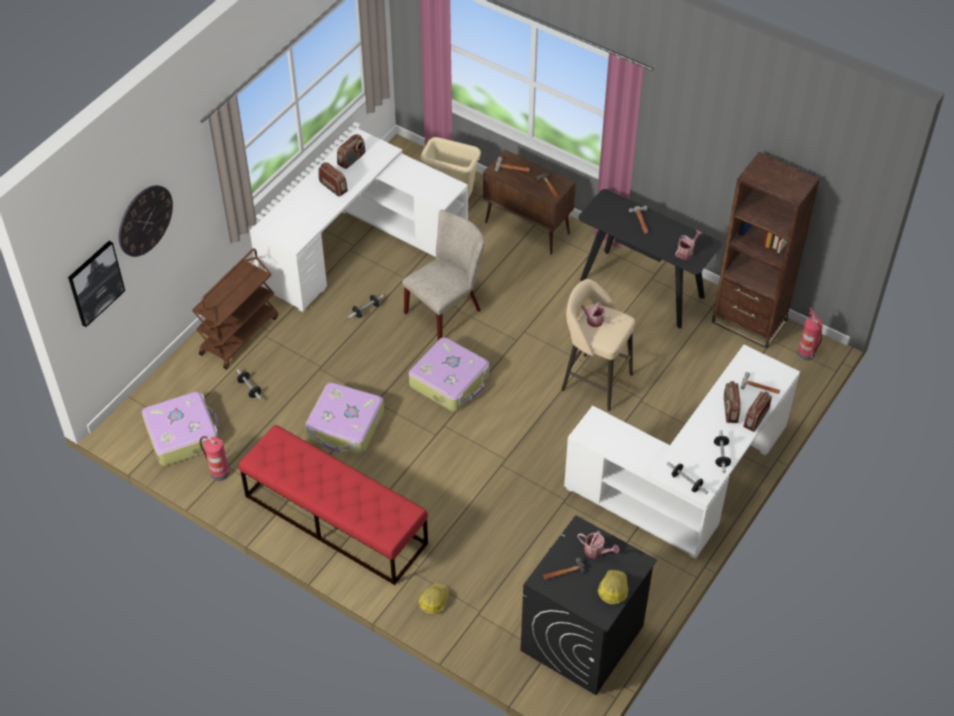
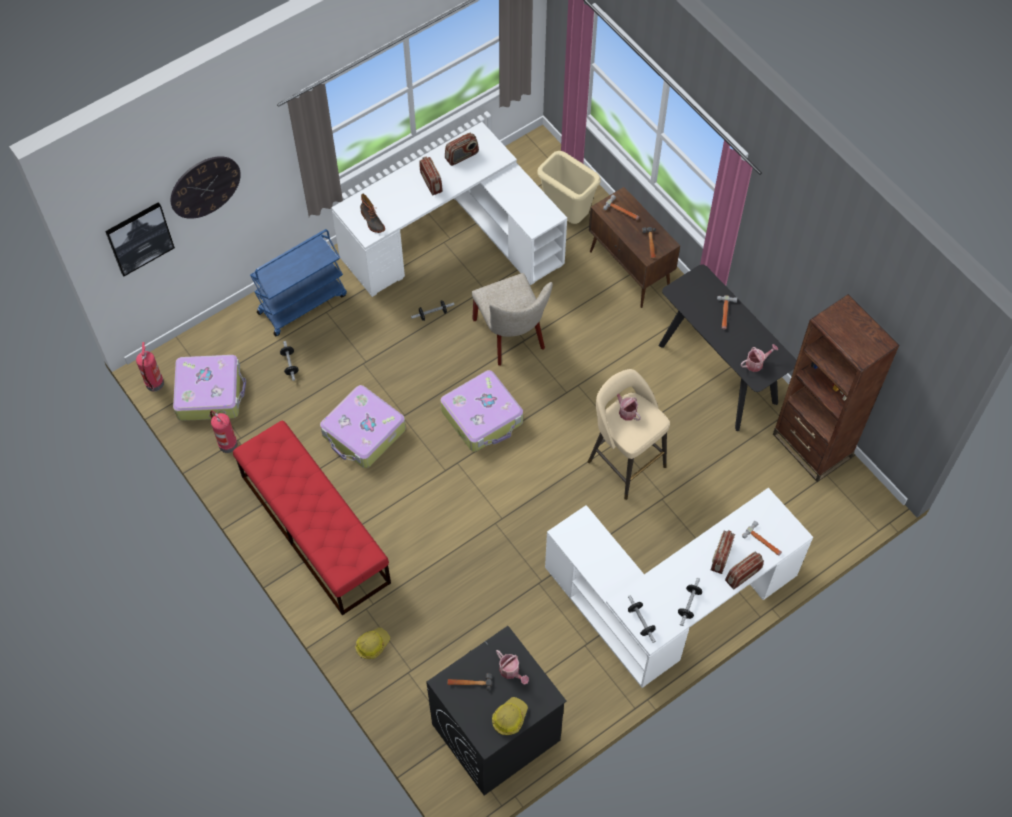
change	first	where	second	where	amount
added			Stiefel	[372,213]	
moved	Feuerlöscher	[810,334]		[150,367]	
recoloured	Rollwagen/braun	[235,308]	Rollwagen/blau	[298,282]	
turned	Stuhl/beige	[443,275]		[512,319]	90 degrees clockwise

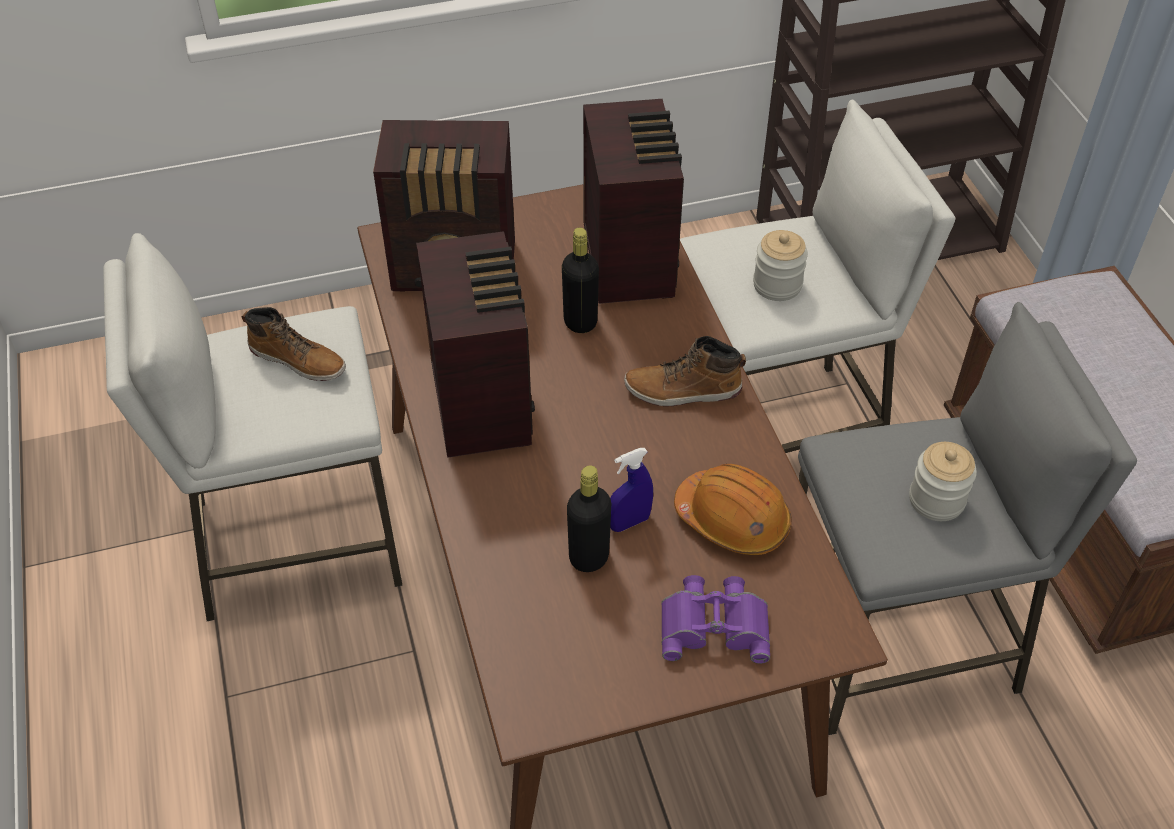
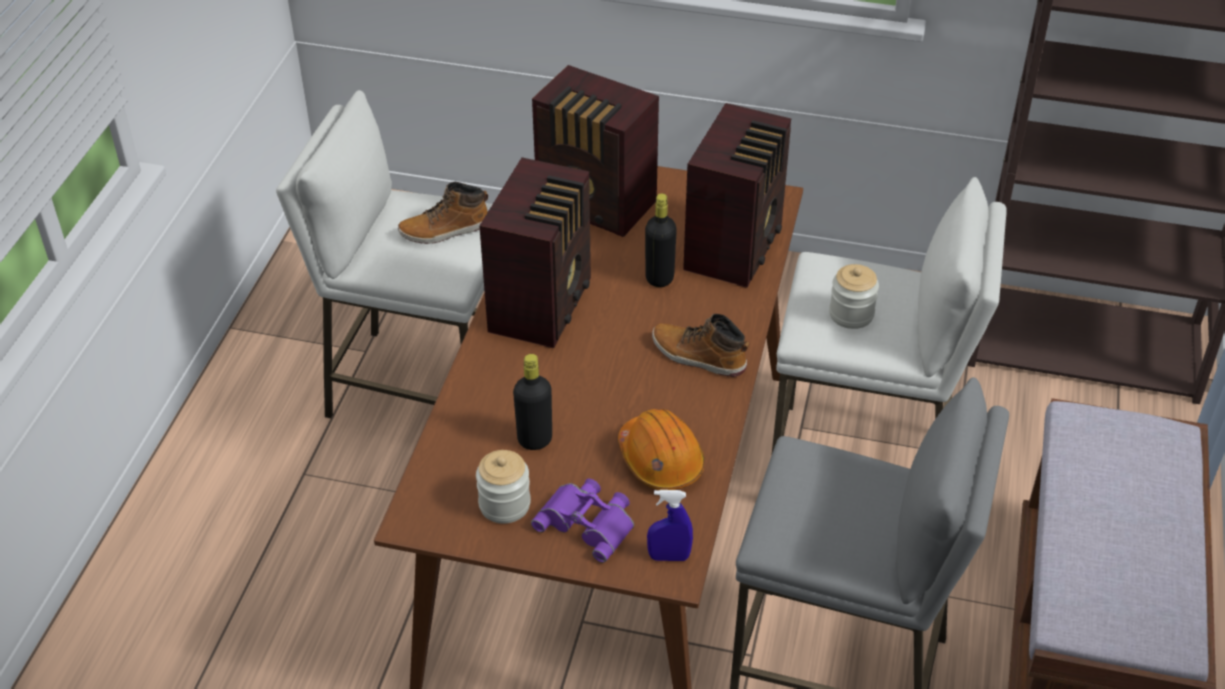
change	first	where	second	where	amount
moved	Sprühflasche/blau	[631,490]		[670,525]	
moved	Vorratsglas	[943,481]		[503,487]	
turned	Stiefel	[294,344]		[443,213]	105 degrees clockwise

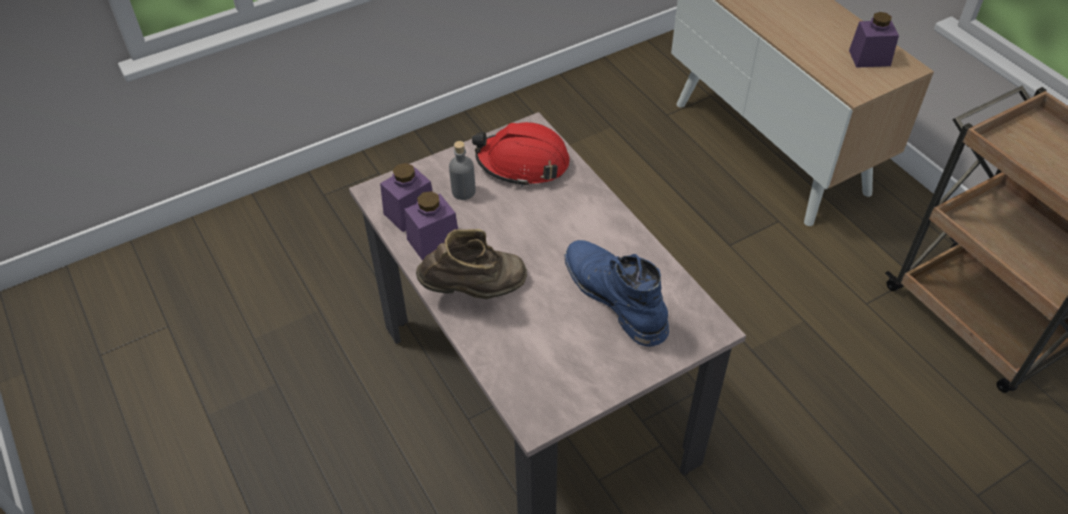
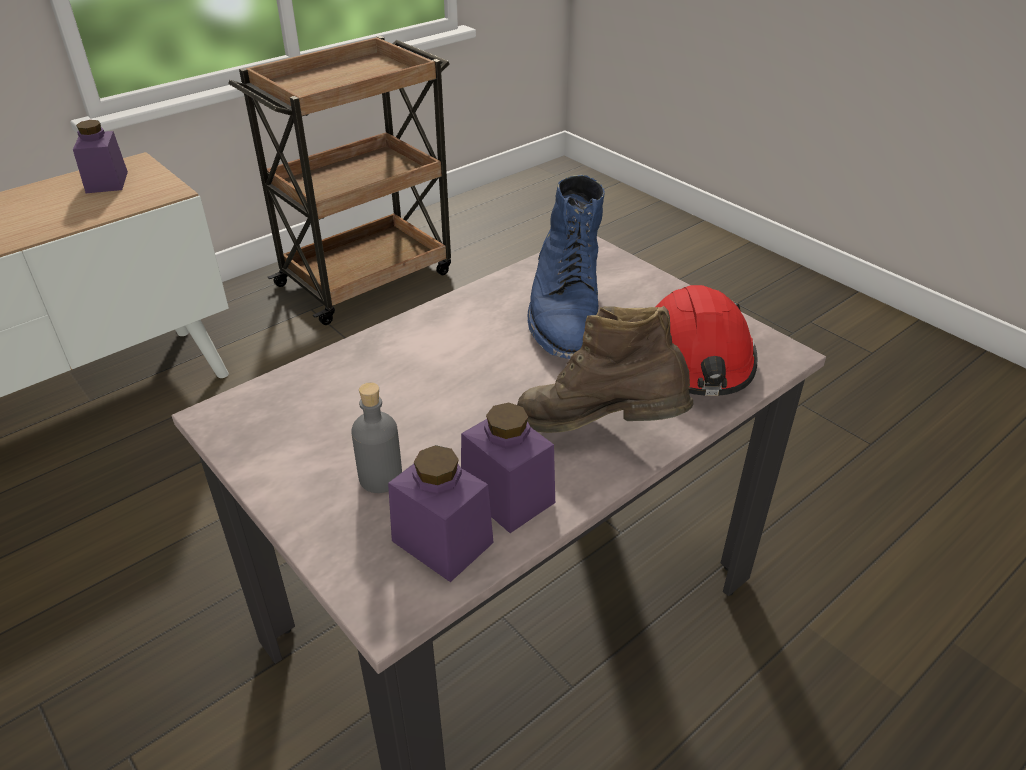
change	first	where	second	where	amount
moved	Schutzhelm/rot	[521,154]		[706,340]	
turned	Stiefel/braun	[471,264]		[605,369]	45 degrees counterclockwise
turned	Stiefel/blau	[617,293]		[566,267]	45 degrees counterclockwise

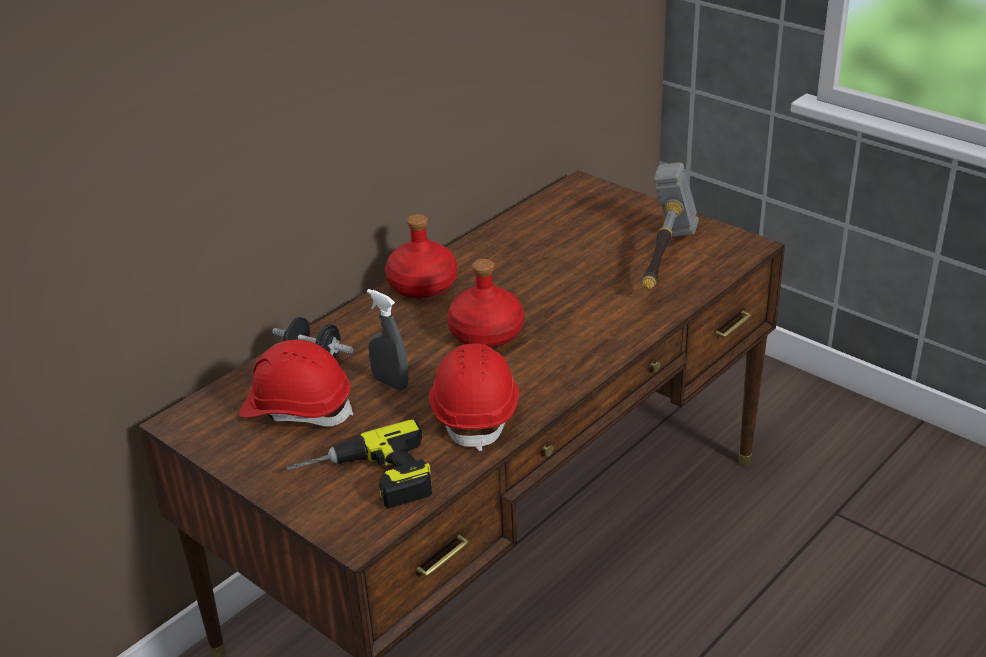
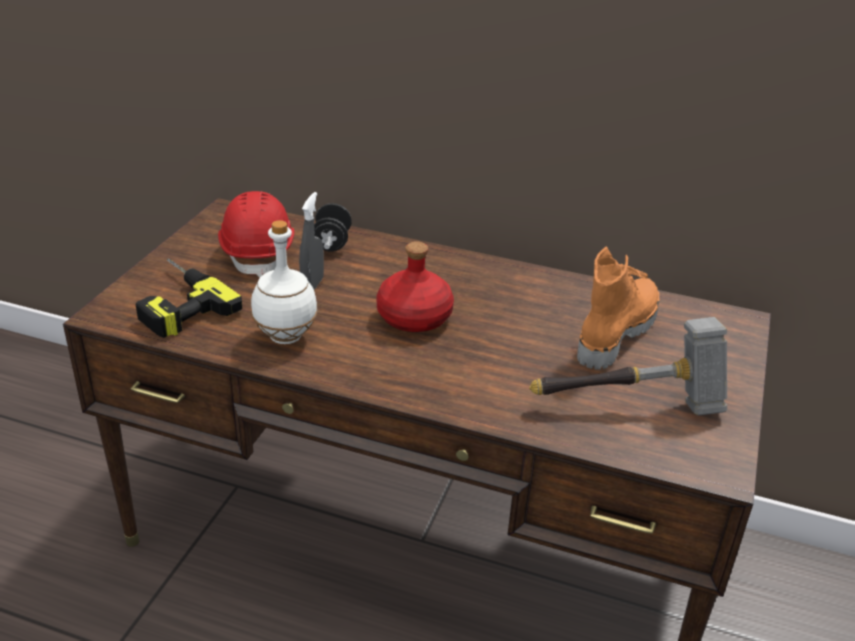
change	first	where	second	where	amount
removed	Flasche/rot	[421,256]			
added			Stiefel/orange	[618,308]	
replaced	Schutzhelm/rot	[474,397]	Flasche/weiß	[284,282]	

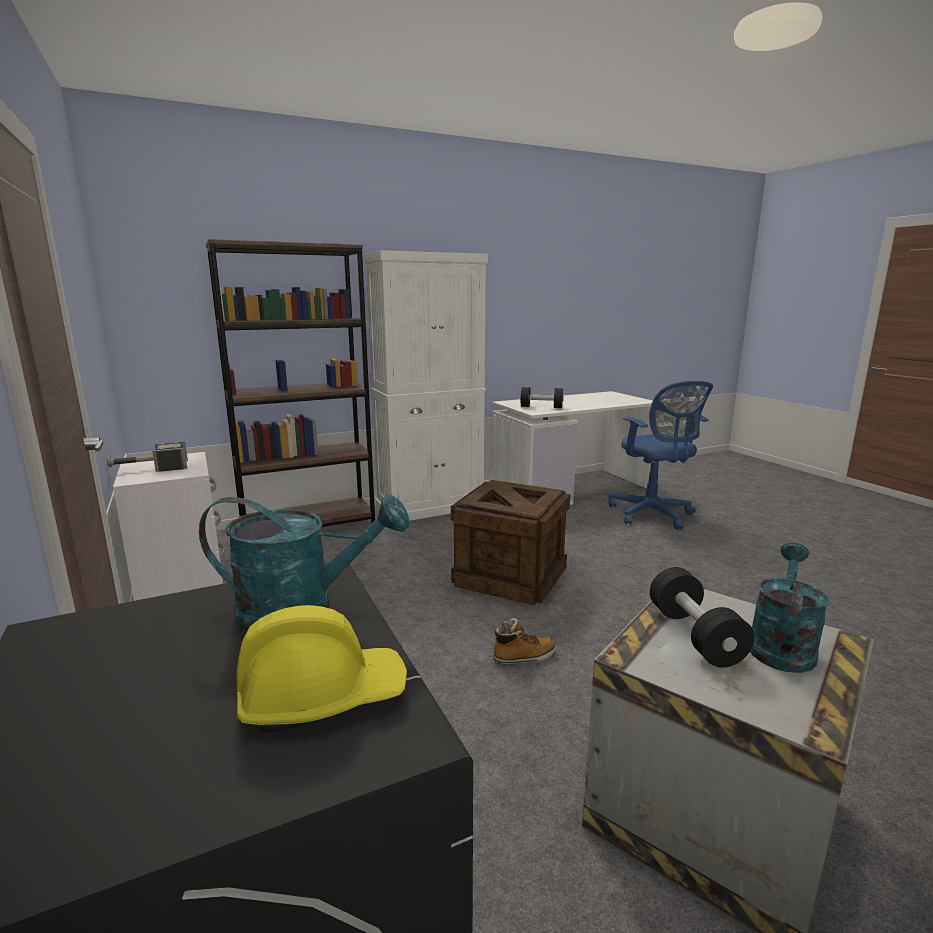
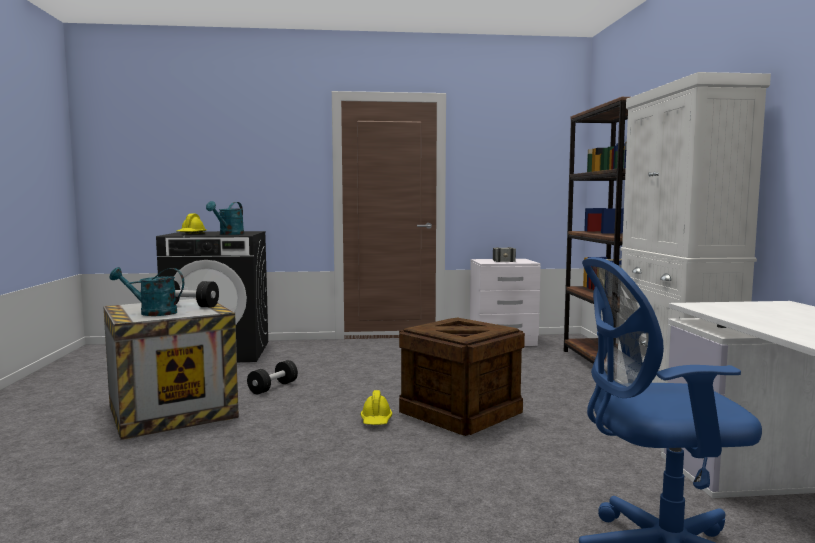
change	first	where	second	where	amount
removed	Stiefel	[524,641]			
added			Schutzhelm/gelb	[376,407]	
moved	Hantel/schwarz	[542,397]		[272,377]	
turned	Gießkanne/türkis	[789,608]		[146,291]	135 degrees clockwise

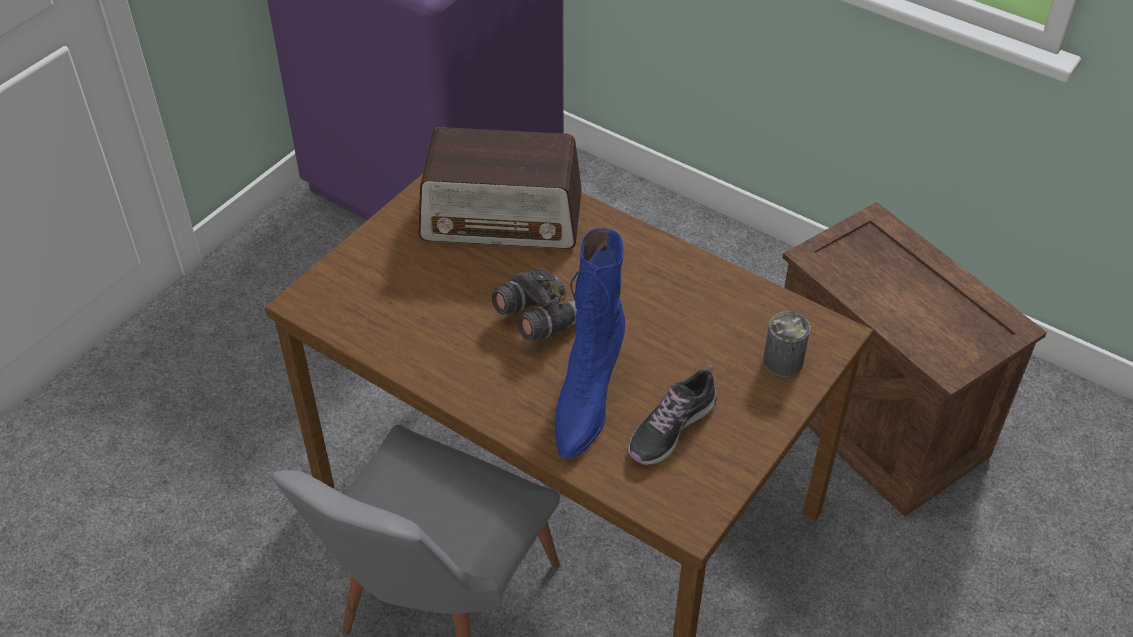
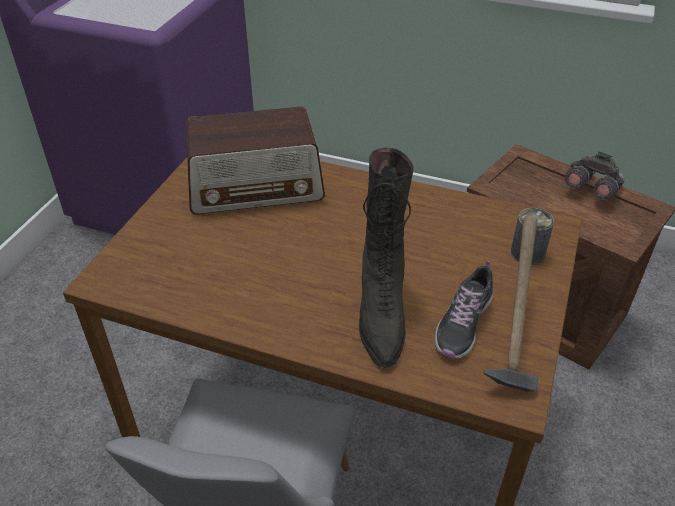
change	first	where	second	where	amount
added			Hammer	[510,304]	
moved	Fernglas/grau	[534,304]		[595,176]	
recoloured	Stiefel/blau	[589,343]	Stiefel/schwarz	[386,258]	

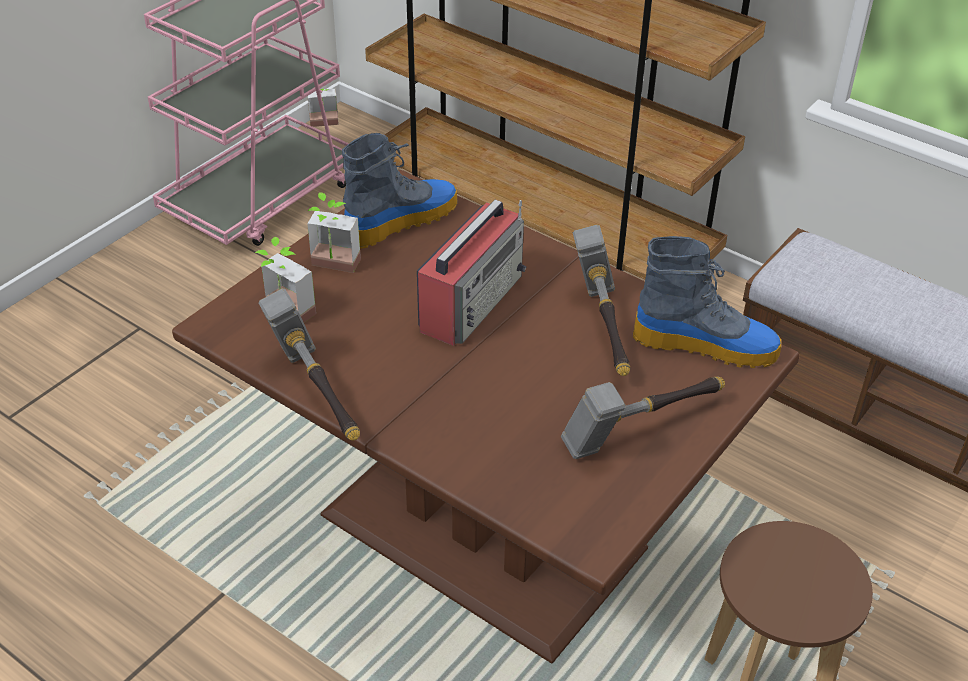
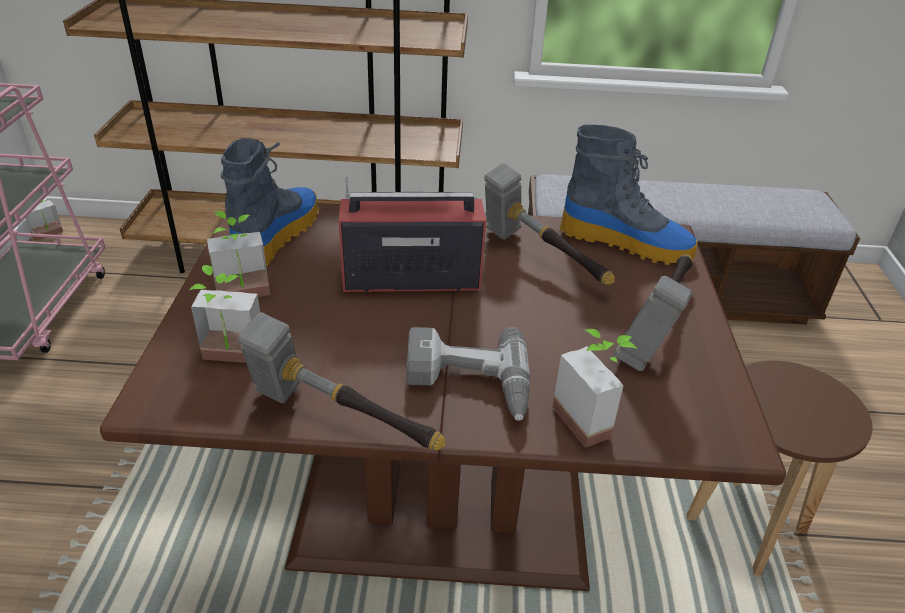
change	first	where	second	where	amount
added			Bohrmaschine	[468,374]	
added			Topfpflanze	[595,388]	
turned	Radio	[472,273]		[412,234]	90 degrees counterclockwise
turned	Stiefel	[707,302]		[629,195]	45 degrees clockwise

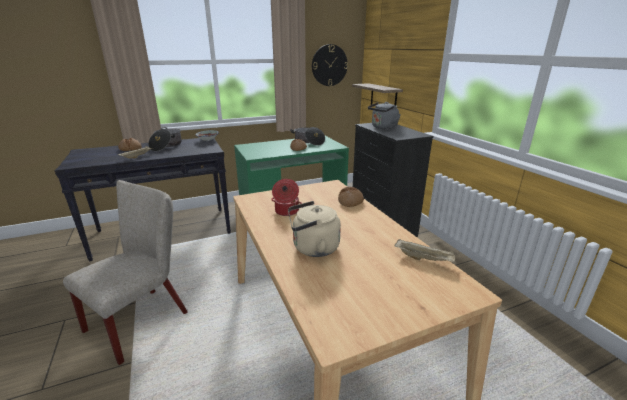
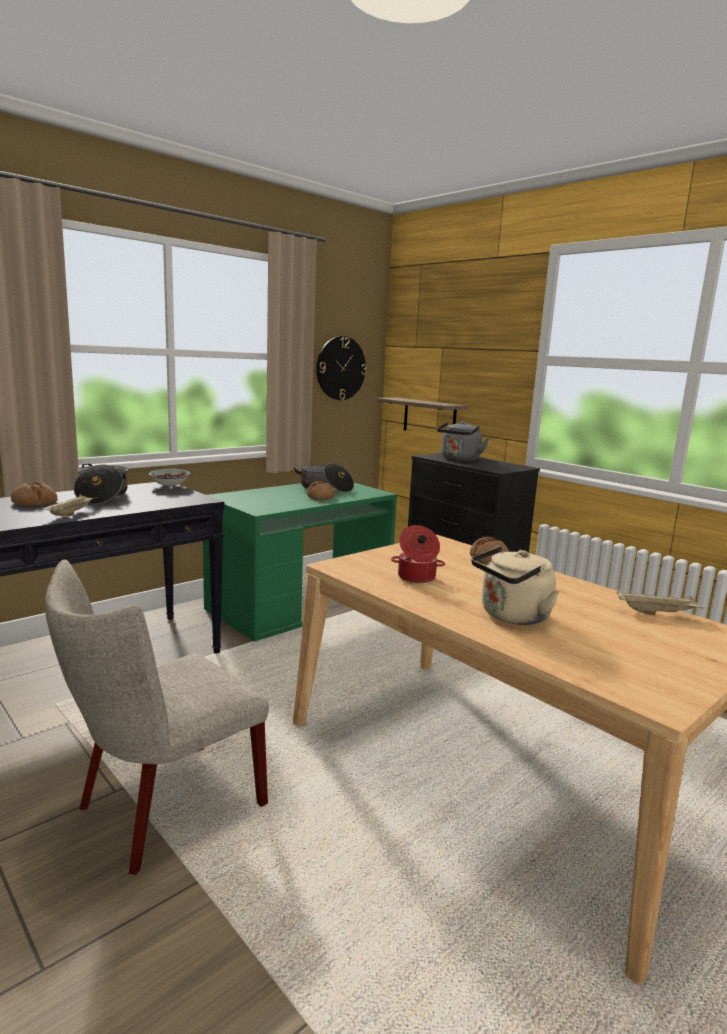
change	first	where	second	where	amount
turned	Stuhl/beige	[125,272]		[157,717]	150 degrees counterclockwise

